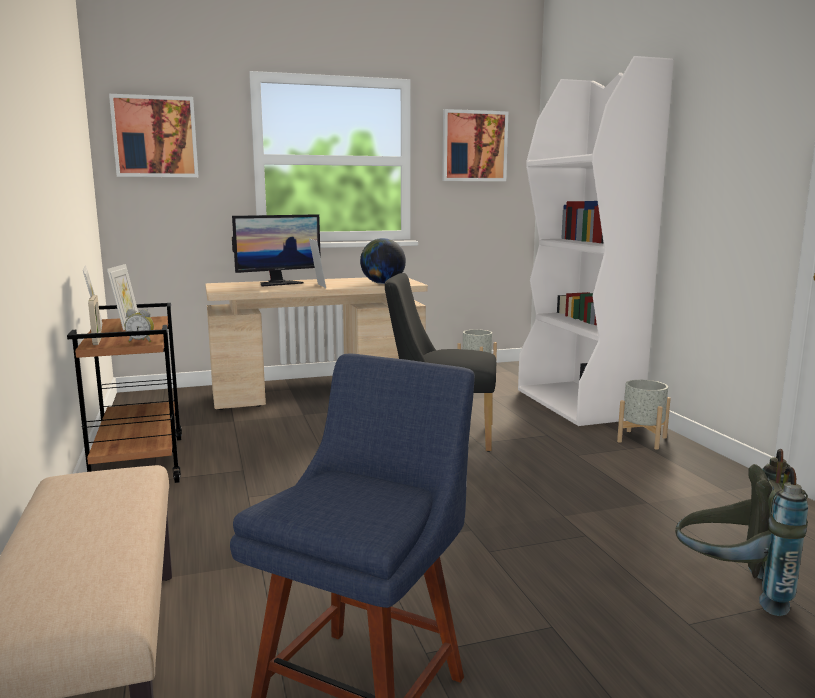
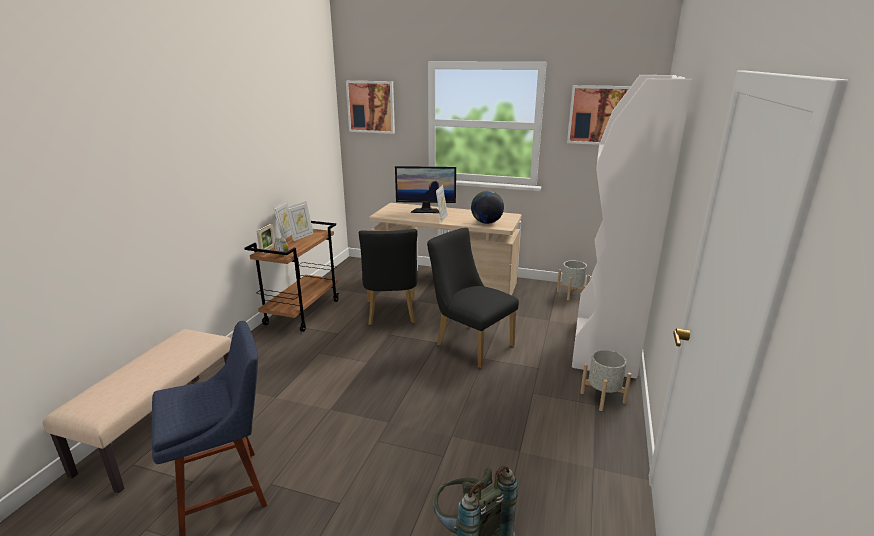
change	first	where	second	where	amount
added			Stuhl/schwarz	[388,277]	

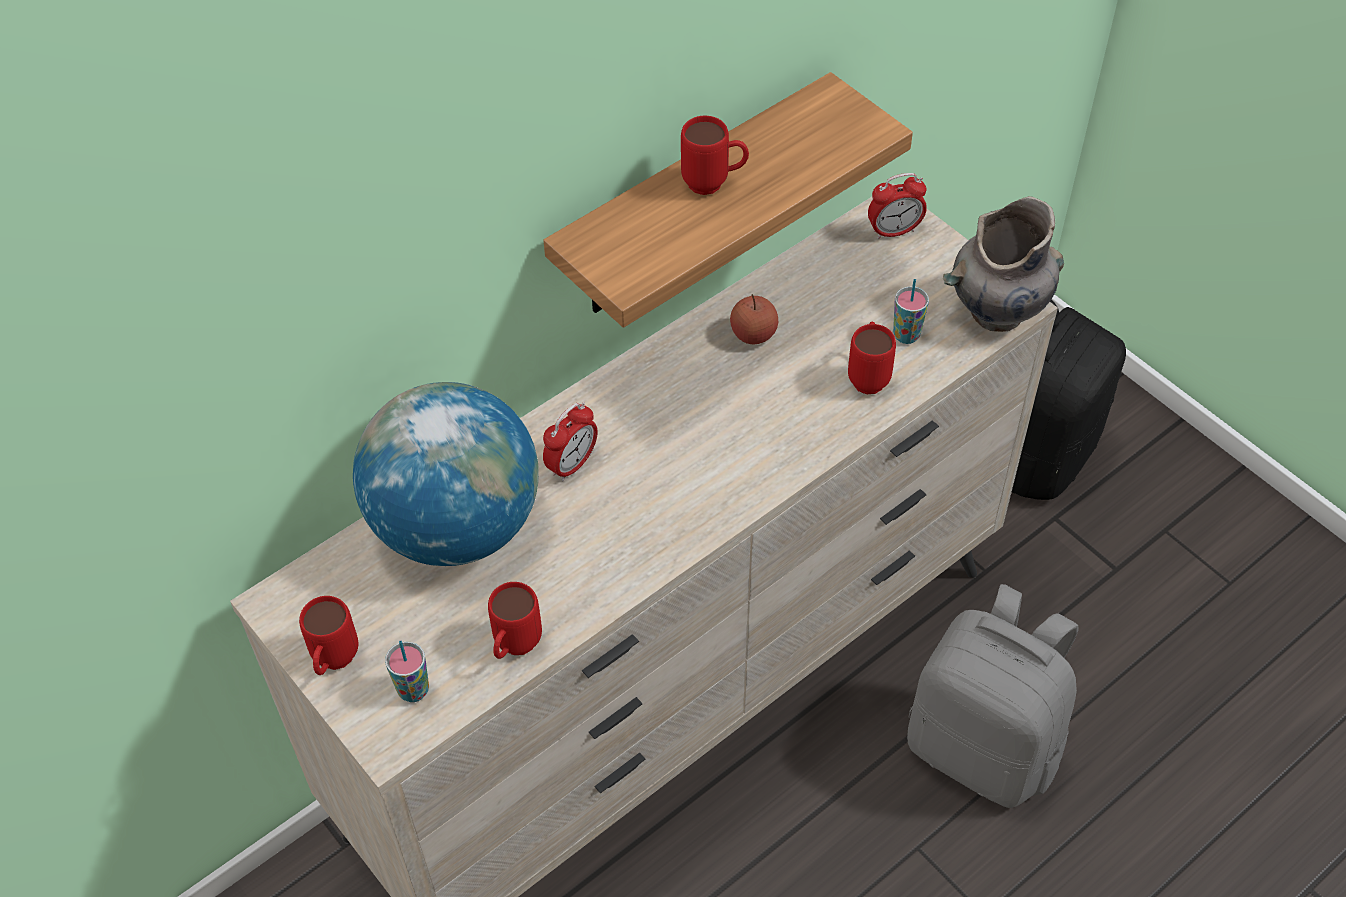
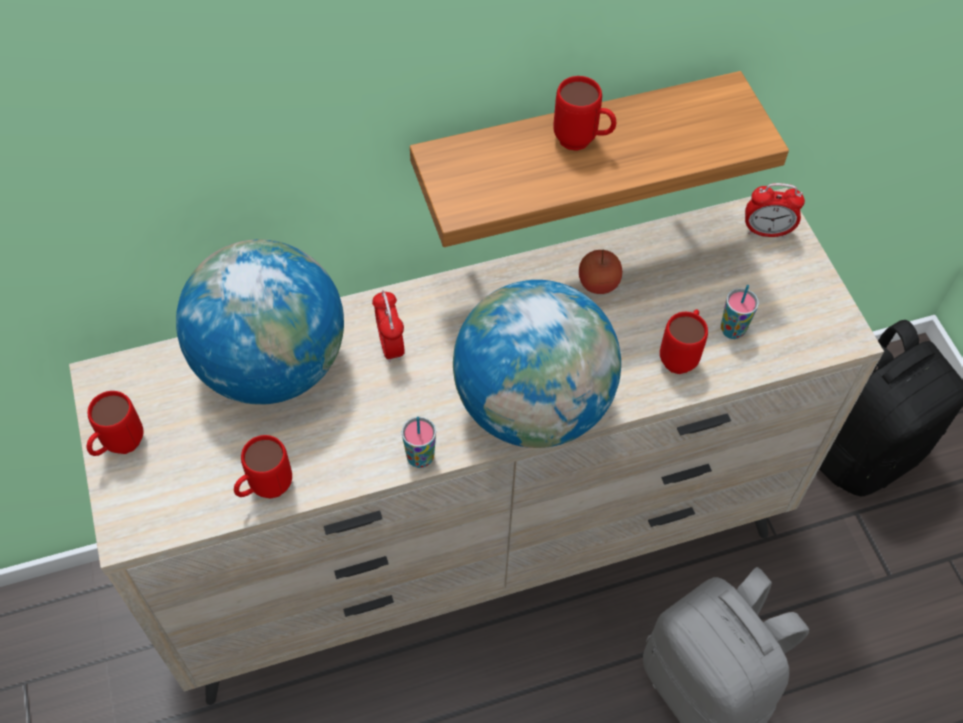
change	first	where	second	where	amount
removed	Vase/grau	[1003,264]			
added			Globus	[537,364]	
moved	Tasse	[407,671]		[419,442]	
turned	Wecker	[570,441]		[388,326]	105 degrees clockwise

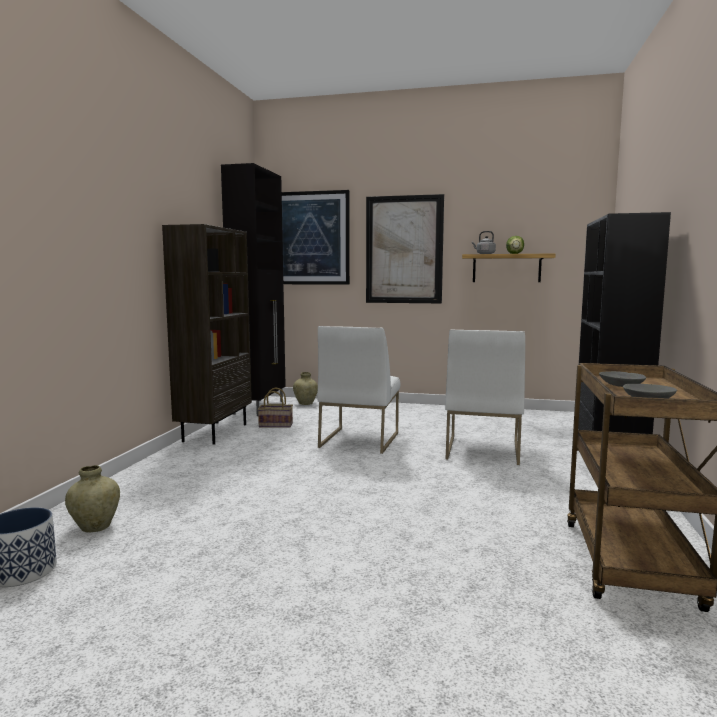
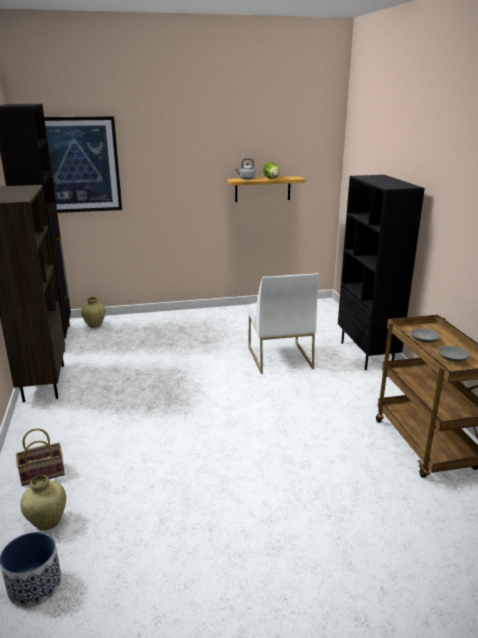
change	first	where	second	where	amount
removed	Stuhl/weiß	[359,390]			
removed	Bild	[405,248]			
moved	Korb	[275,408]		[40,457]	

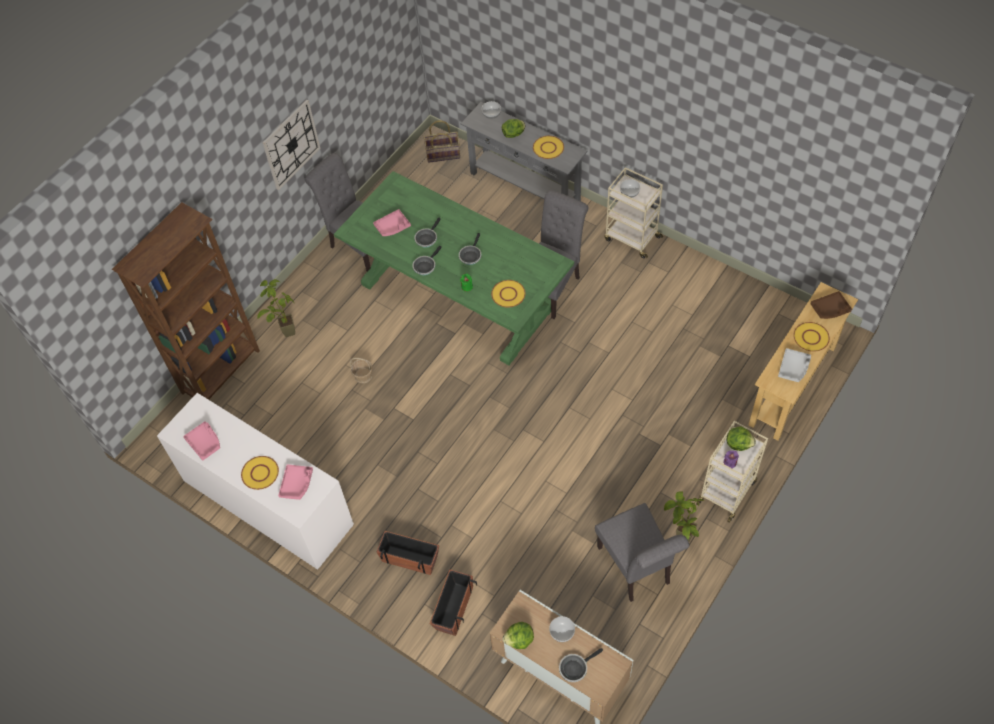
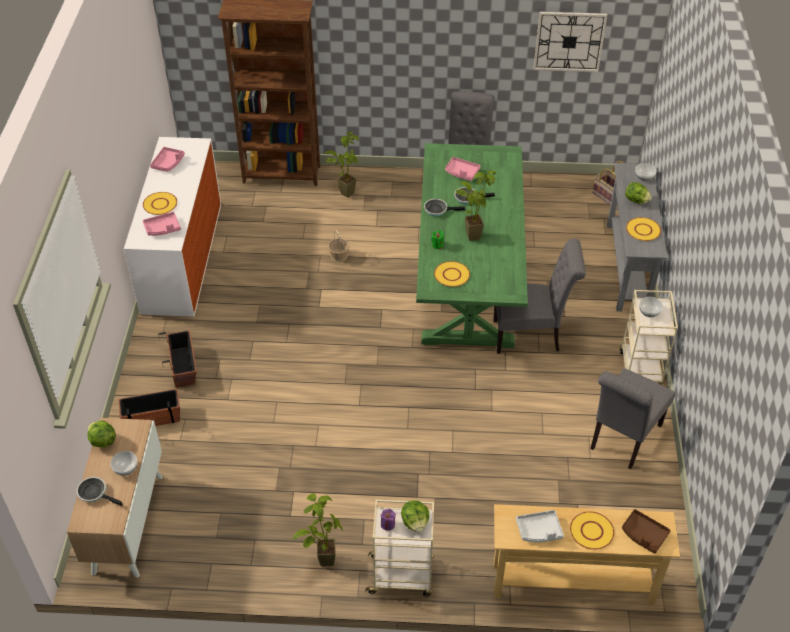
change	first	where	second	where	amount
moved	Wanduhr	[291,145]		[570,42]	
moved	Stuhl/grau	[642,552]		[633,418]	
replaced	Pfanne	[470,249]	Topfpflanze	[476,205]	

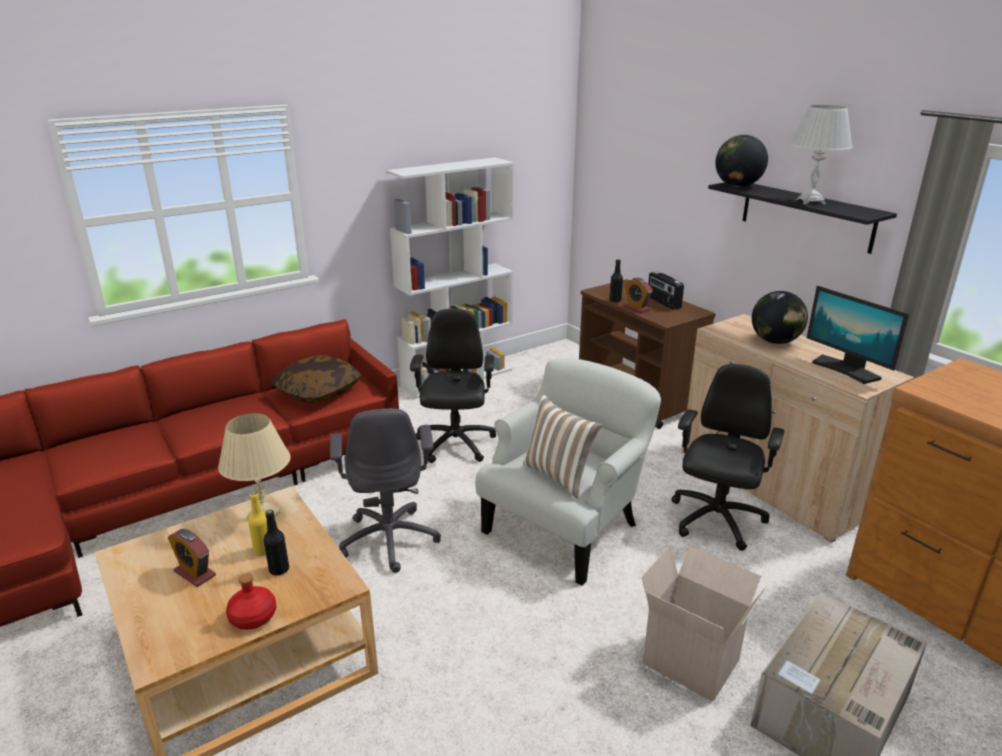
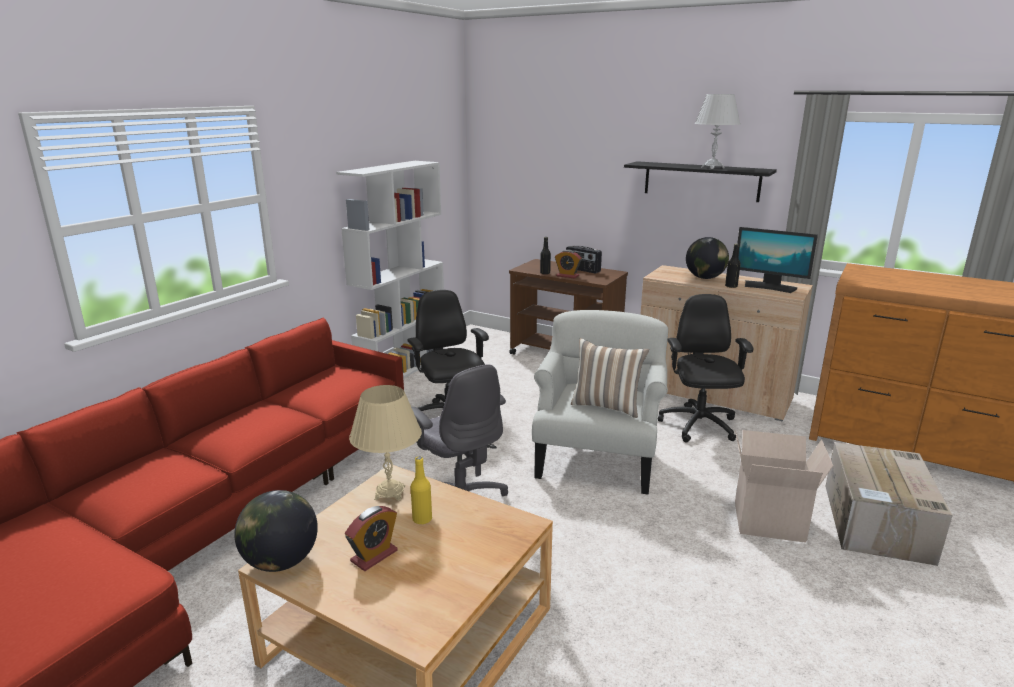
change	first	where	second	where	amount
removed	Flasche/rot	[251,601]			
removed	Kissen	[316,379]			
moved	Flasche/schwarz	[276,543]		[733,266]	
moved	Globus	[741,161]		[276,531]	
turned	Wecker	[192,558]		[371,538]	60 degrees counterclockwise

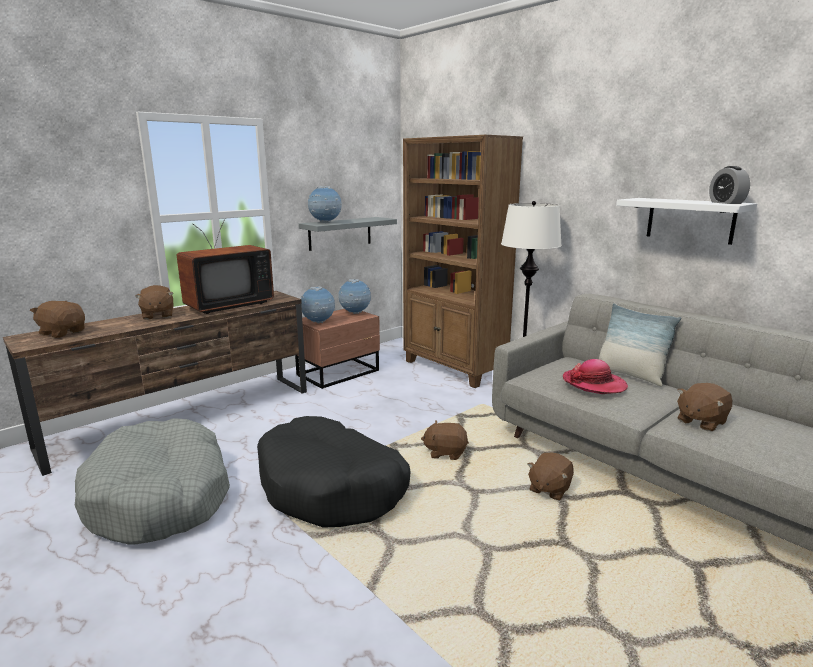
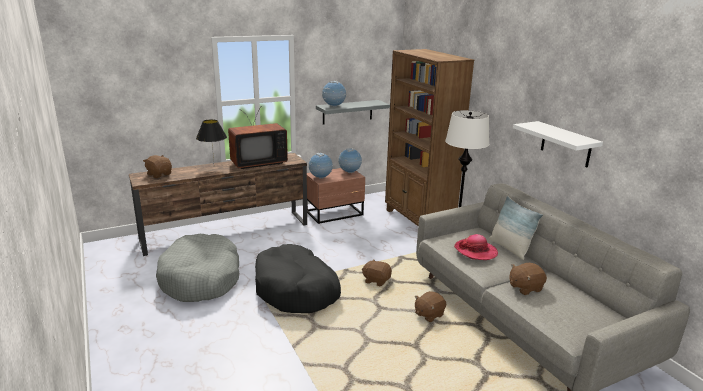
change	first	where	second	where	amount
removed	Wecker	[729,185]			
replaced	Plüschtier/braun	[154,302]	Tischlampe/schwarz	[211,141]	

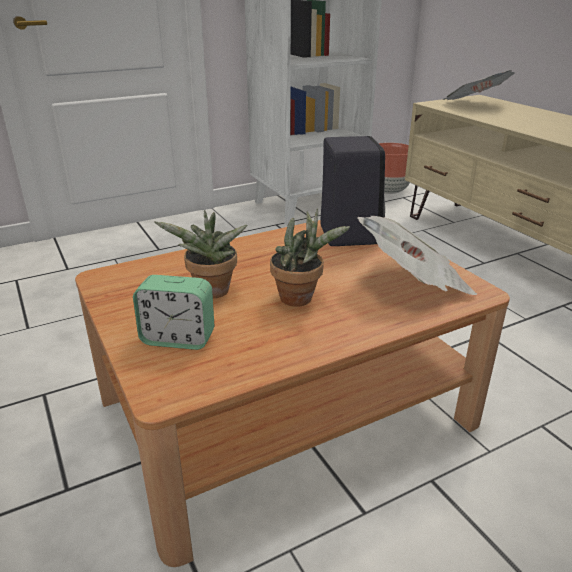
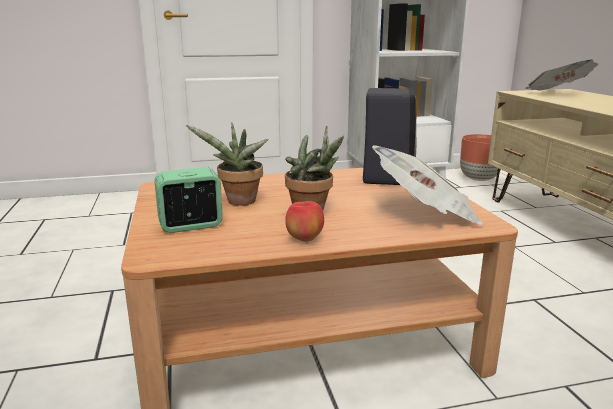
change	first	where	second	where	amount
added			Apfel	[304,221]	
turned	Wecker	[173,312]		[188,200]	135 degrees clockwise

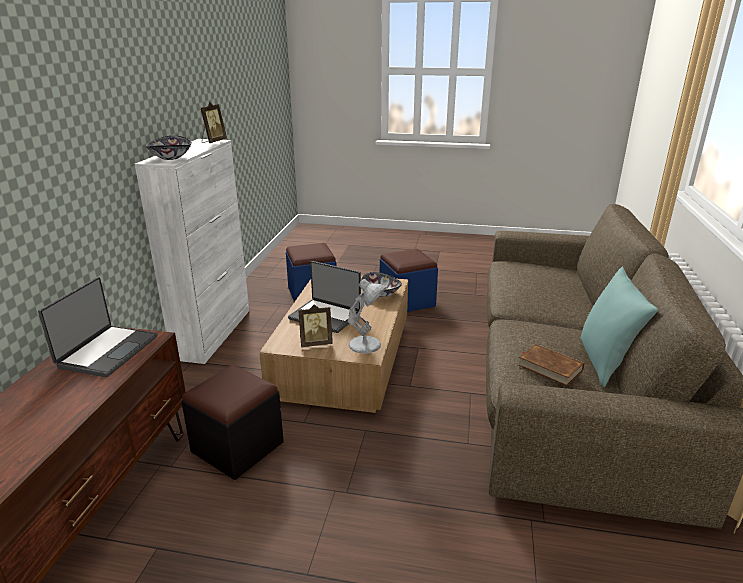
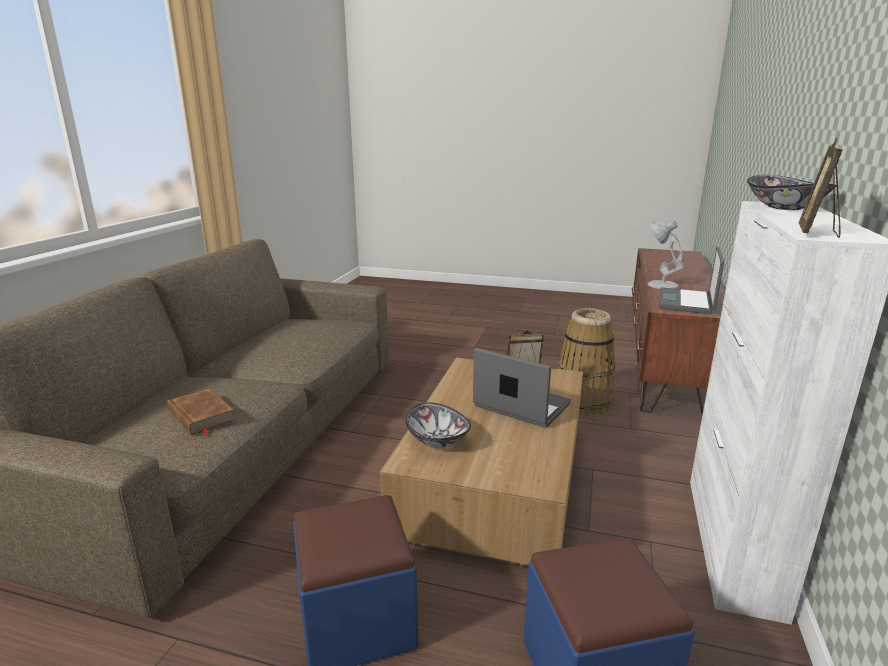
change	first	where	second	where	amount
removed	Kissen/türkis	[619,326]			
moved	Tischlampe/weiß	[367,316]		[666,254]	
moved	Buch/braun	[551,365]		[201,412]	
replaced	Polsterhocker/schwarz	[233,422]	Korb	[586,361]	

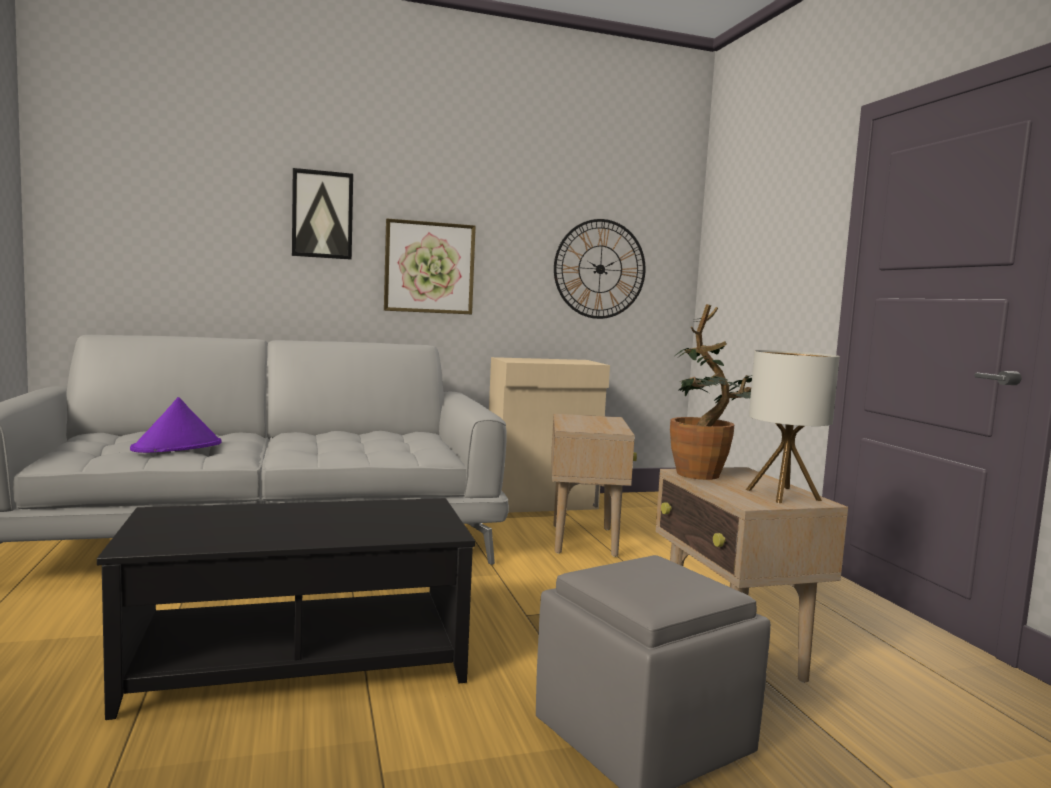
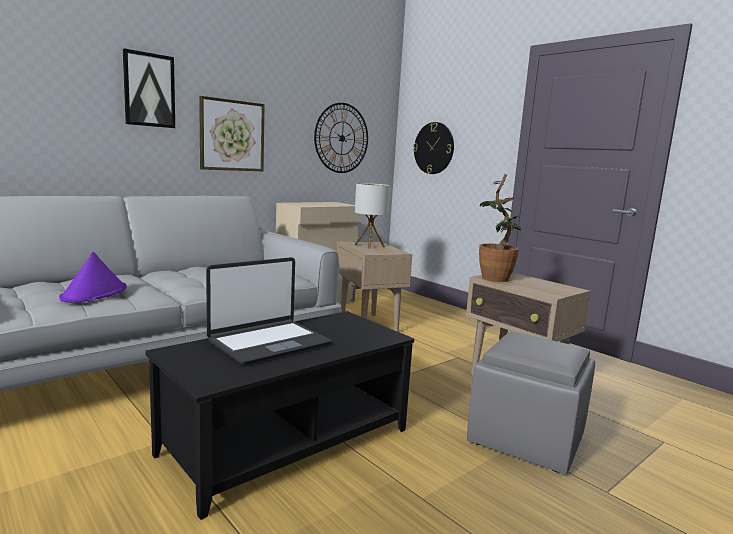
change	first	where	second	where	amount
added			Laptop	[268,311]	
added			Wanduhr	[433,148]	
moved	Tischlampe	[793,426]		[372,216]	

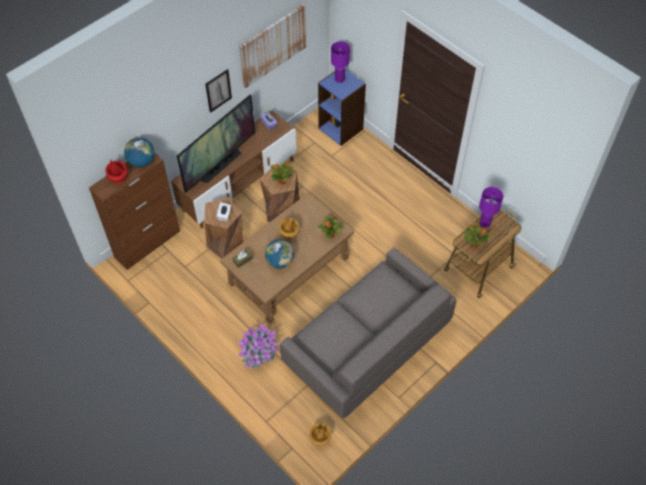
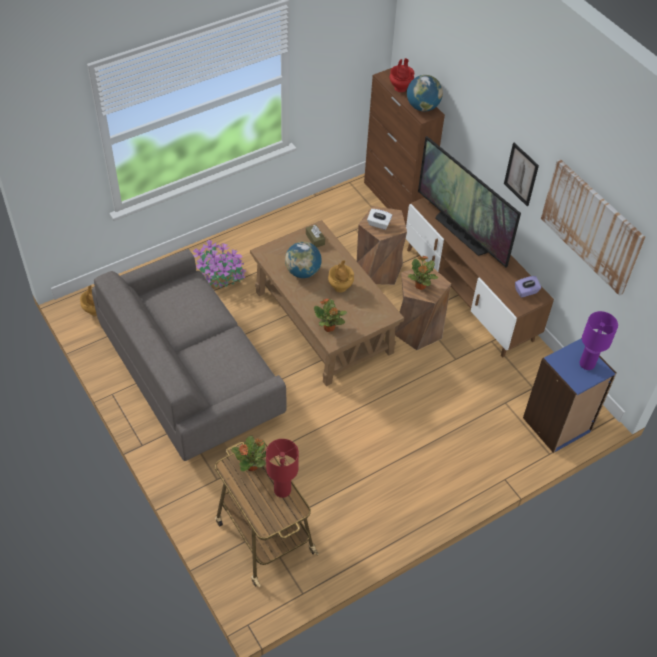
change	first	where	second	where	amount
recoloured	Tischlampe/lila	[491,207]	Tischlampe/rot	[282,468]	

